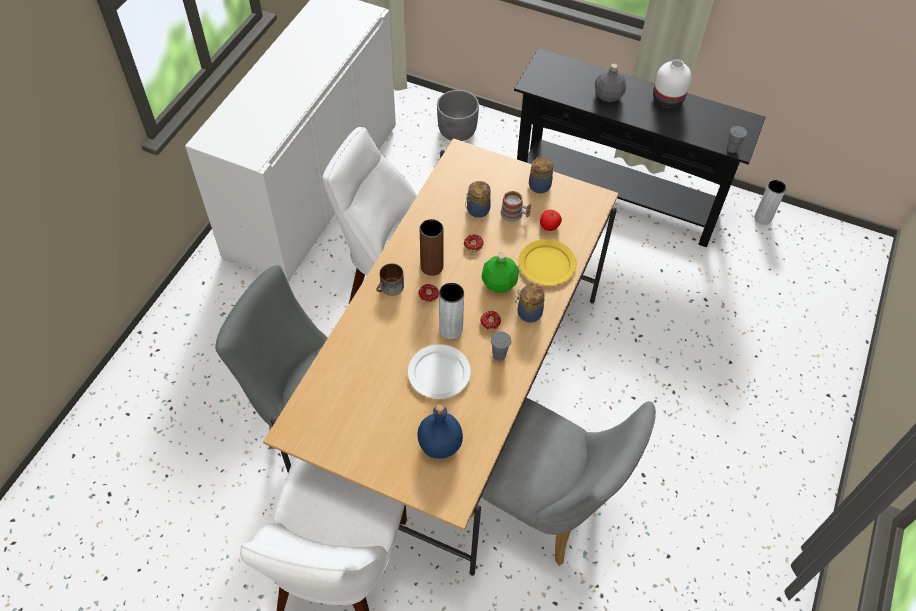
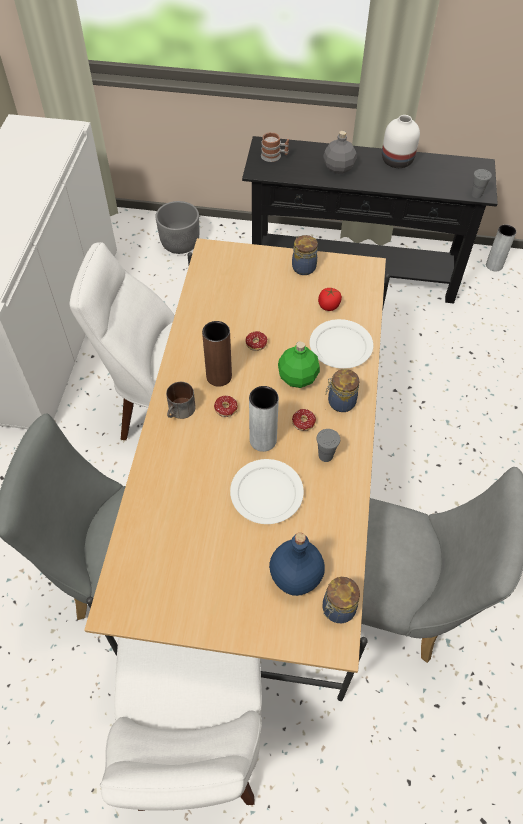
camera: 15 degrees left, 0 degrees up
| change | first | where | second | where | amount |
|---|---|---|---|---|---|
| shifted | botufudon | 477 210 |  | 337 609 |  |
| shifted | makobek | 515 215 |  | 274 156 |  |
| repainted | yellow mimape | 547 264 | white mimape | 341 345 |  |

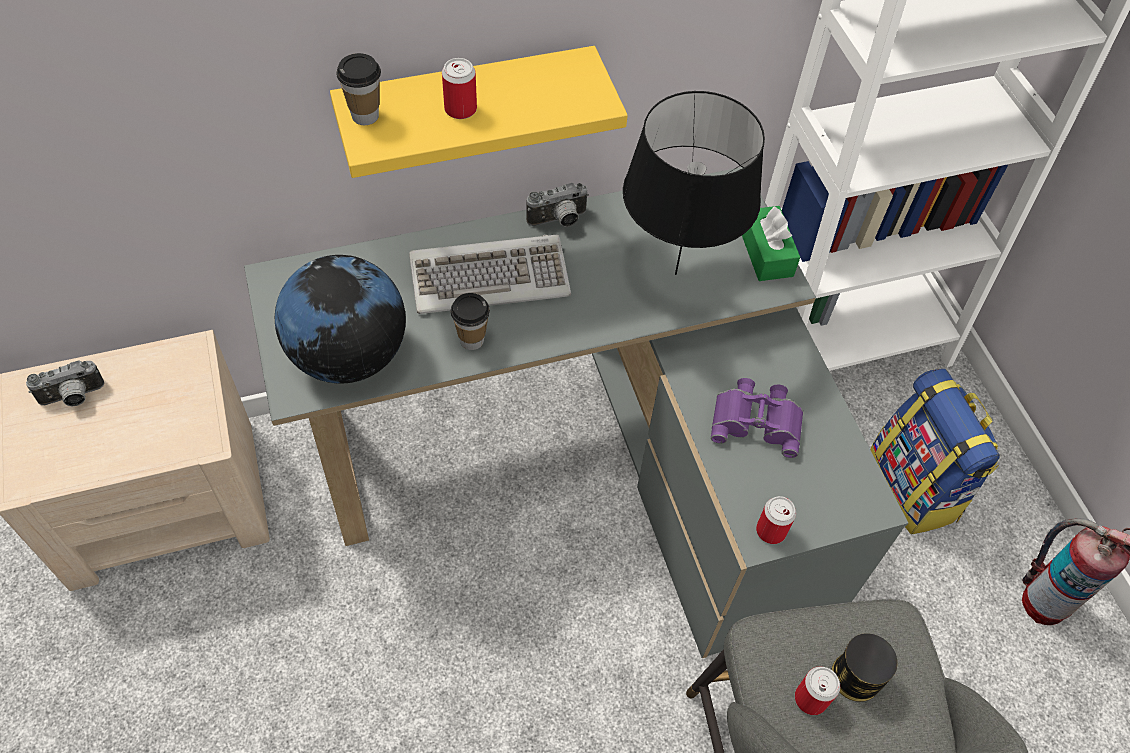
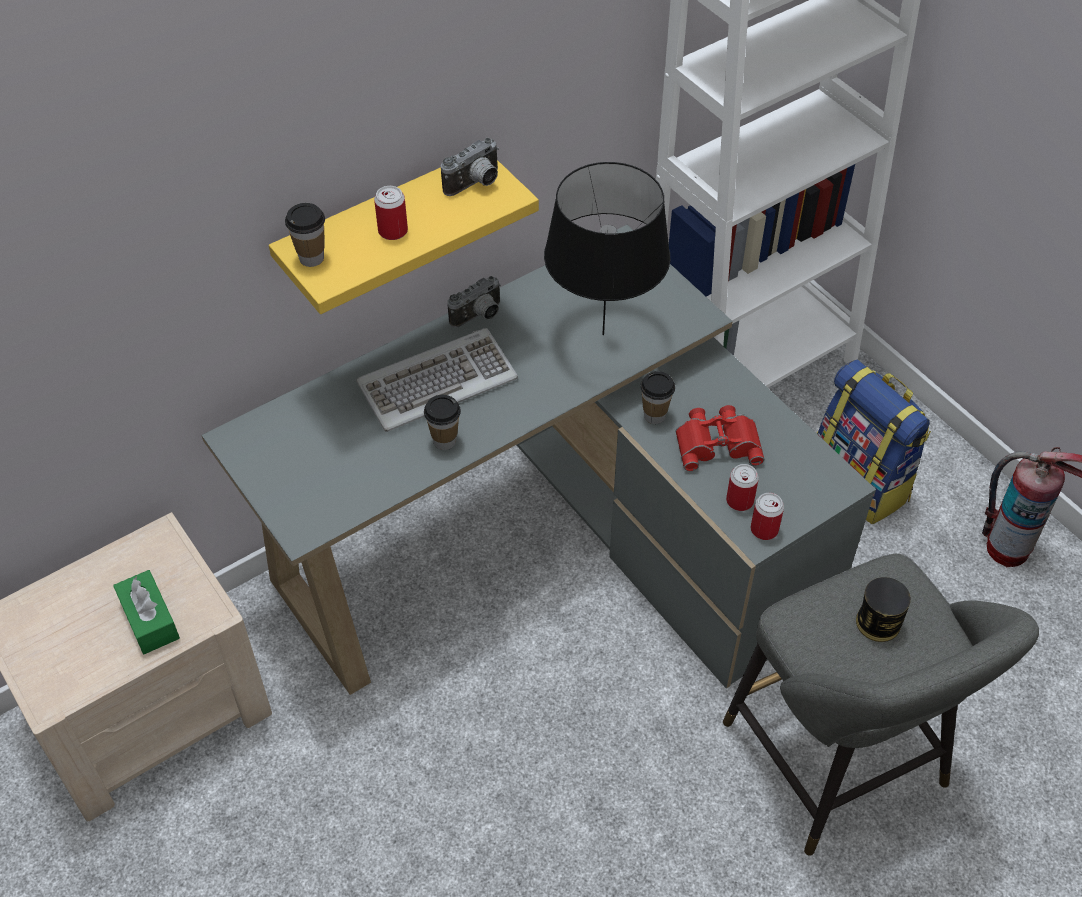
camera: 15 degrees left, 5 degrees down
| change | first | where | second | where | amount |
|---|---|---|---|---|---|
| shifted | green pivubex | 766 253 |  | 149 620 |  |
| gone | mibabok | 349 355 |  |  |  |
| shifted | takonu | 73 398 |  | 475 184 |  |
| repainted | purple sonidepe | 757 420 | red sonidepe | 717 442 |  |
| shifted | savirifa | 810 699 |  | 739 501 |  |
| new |  |  | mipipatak | 654 415 |  |

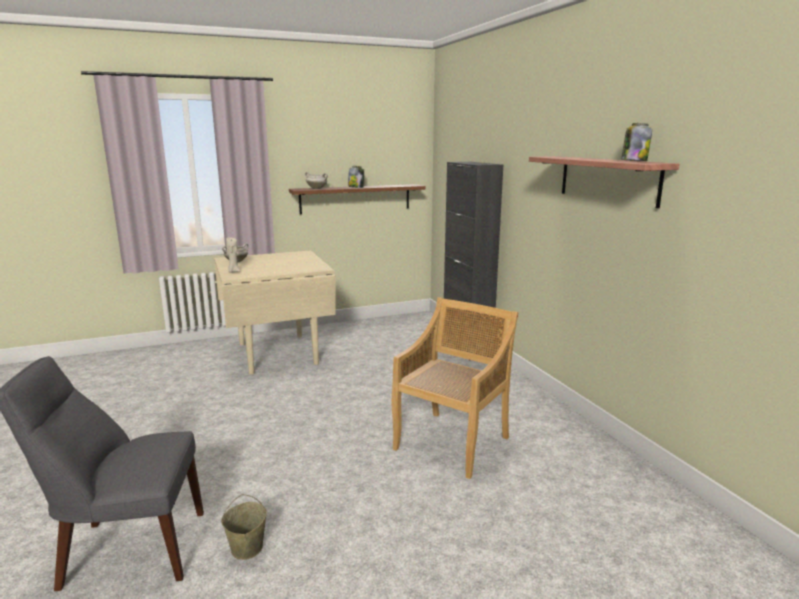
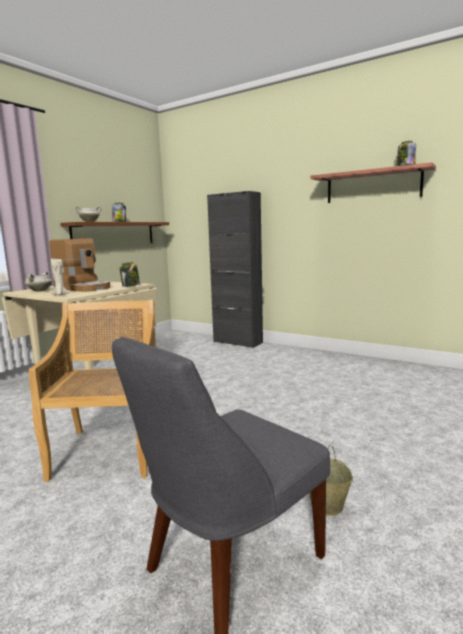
camera: 35 degrees left, 5 degrees down
| change | first | where | second | where | amount |
|---|---|---|---|---|---|
| shifted | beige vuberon | 452 442 |  | 110 451 |  |
| new |  |  | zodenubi | 83 288 |  |
| new |  |  | botufudon | 130 286 |  |

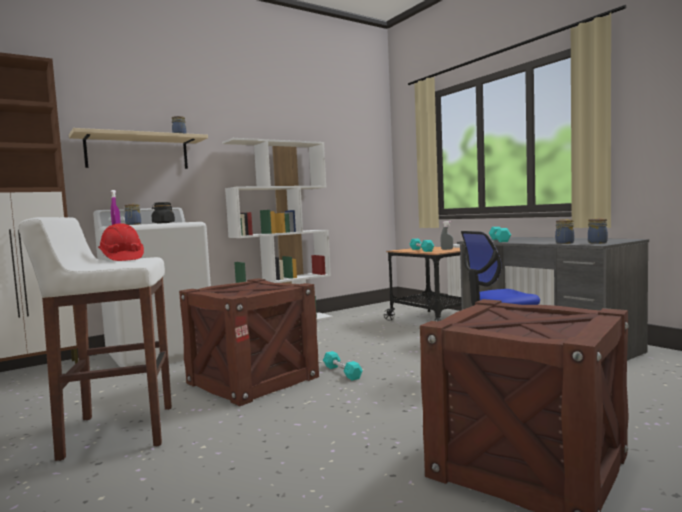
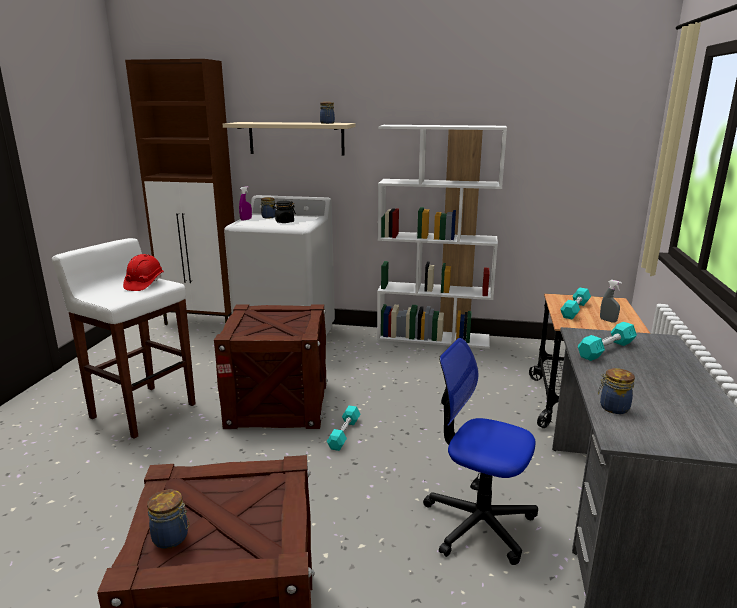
camera: 45 degrees right, 15 degrees up
| change | first | where | second | where | amount |
|---|---|---|---|---|---|
| shifted | botufudon | 598 242 |  | 172 538 |  |

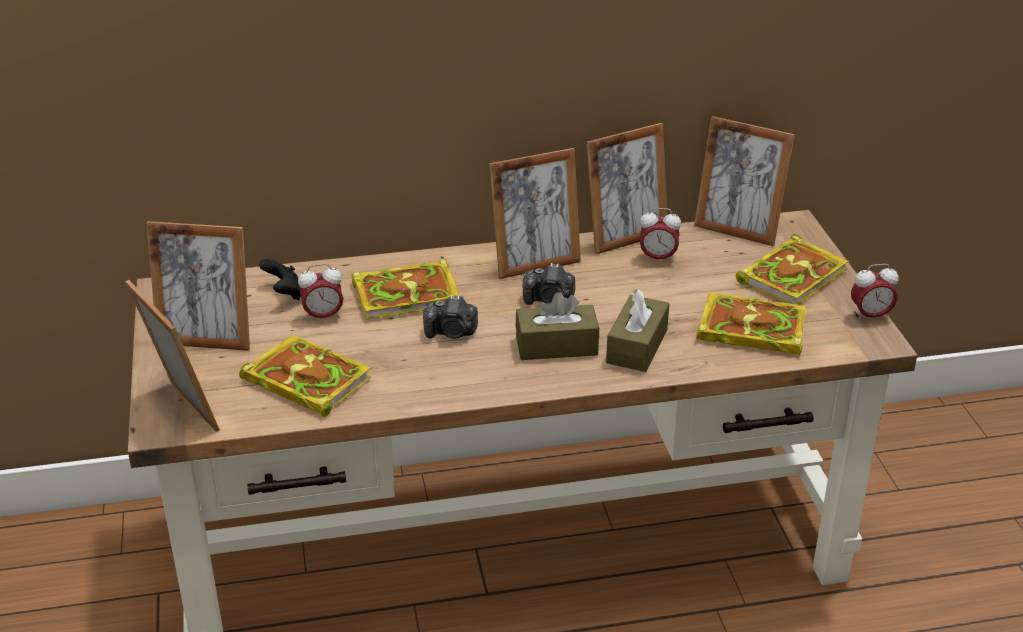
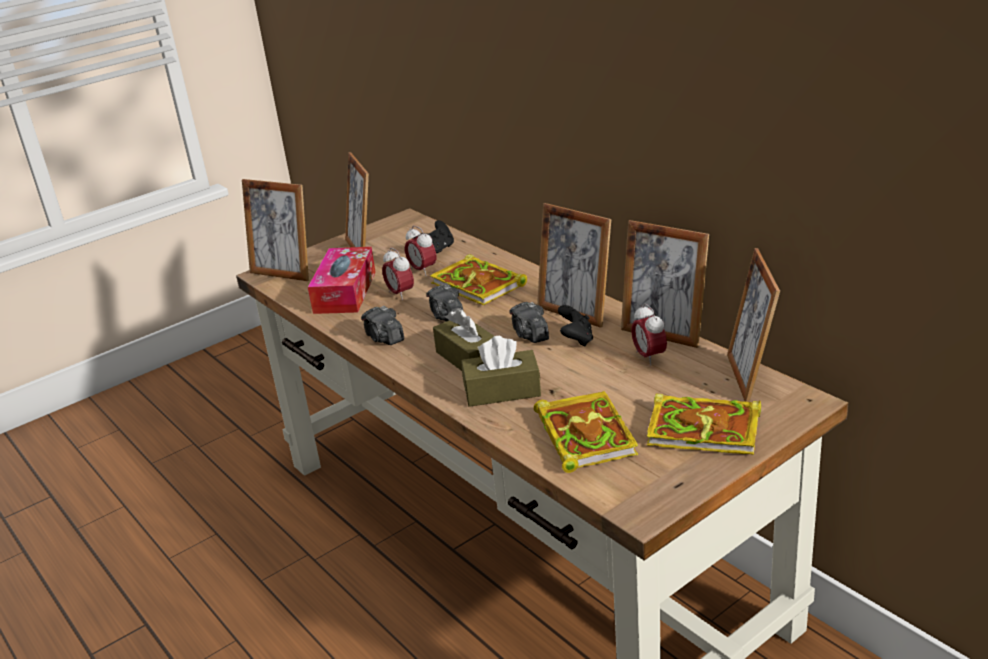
camera: 65 degrees right, 5 degrees down
| change | first | where | second | where | amount |
|---|---|---|---|---|---|
| shifted | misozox | 870 316 |  | 400 294 |  |
| rotated | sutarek | 182 411 |  | 284 272 | 90 degrees clockwise |
| swapped | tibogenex | 304 380 | pivubex | 345 292 |  |
| new |  |  | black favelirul | 576 339 |  |
| new |  |  | takonu | 384 338 |  |

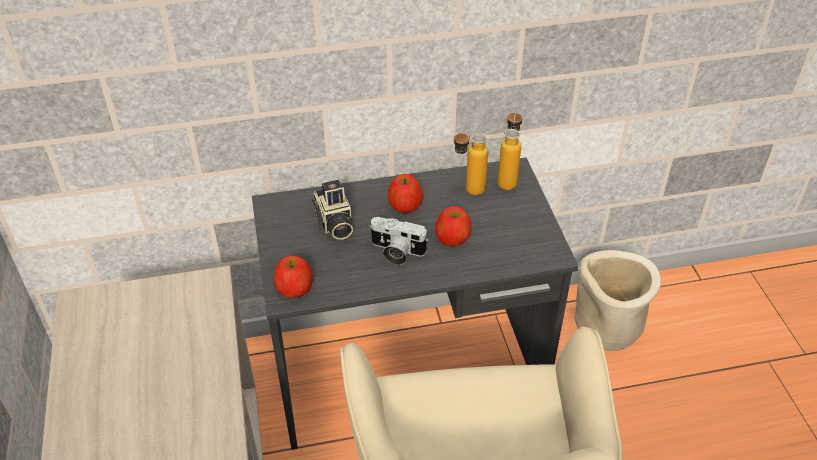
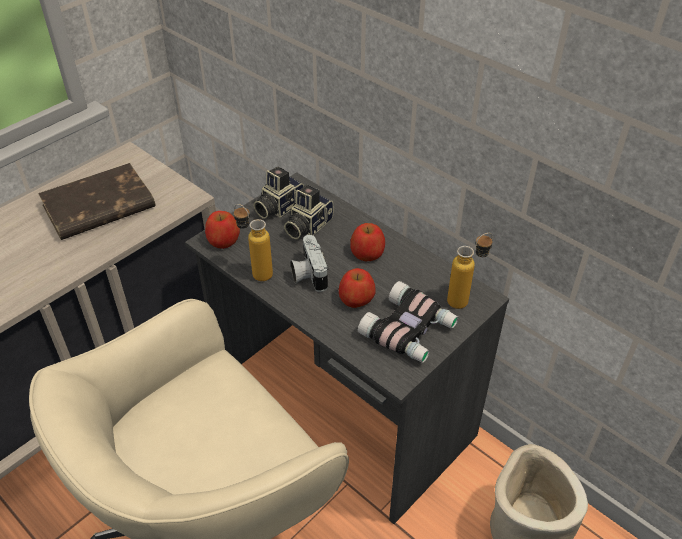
camera: 55 degrees right, 0 degrees up
| change | first | where | second | where | amount |
|---|---|---|---|---|---|
| shifted | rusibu | 467 191 |  | 256 271 |  |
| new |  |  | brown tibogenex | 98 207 |  |
| new |  |  | takonu | 278 207 |  |
| new |  |  | sonidepe | 410 331 |  |

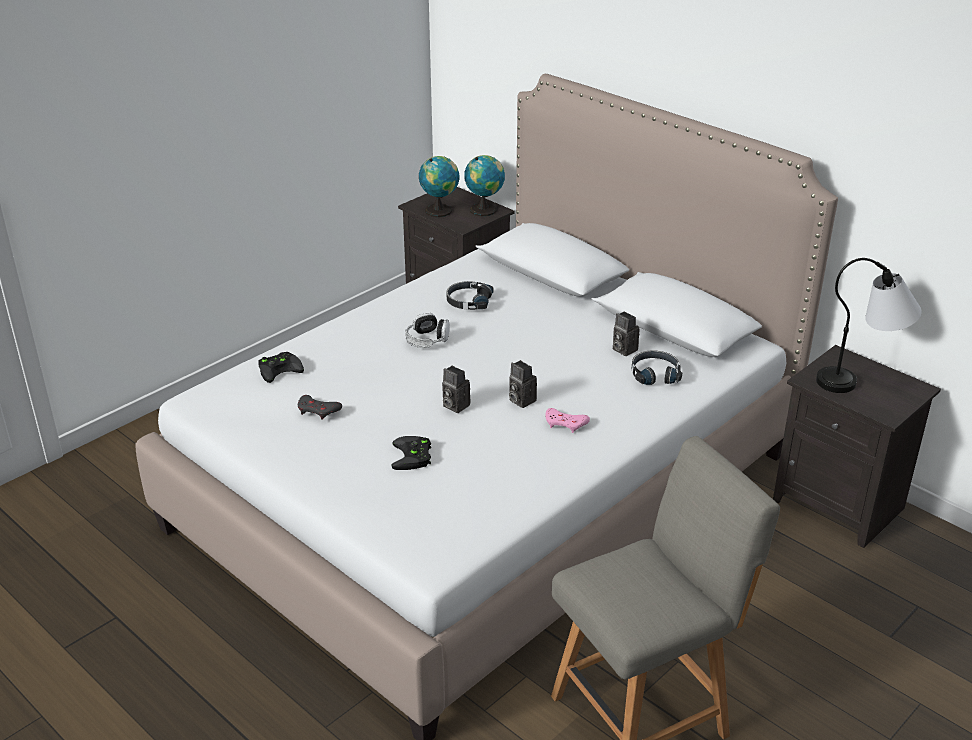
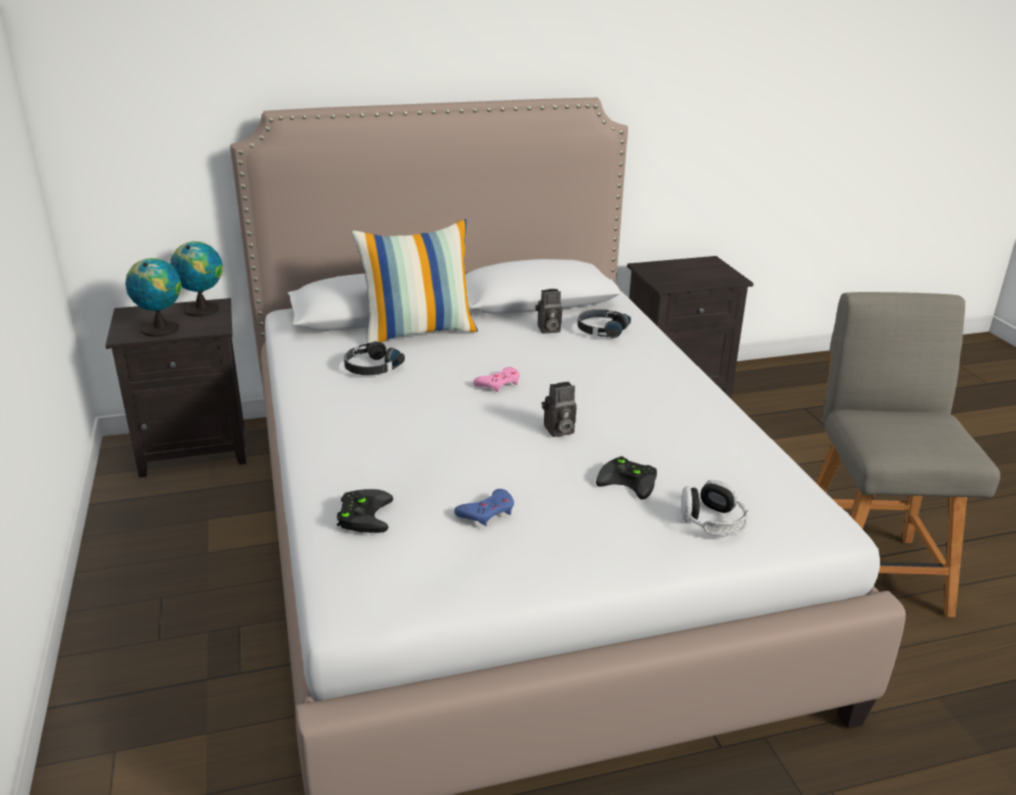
camera: 60 degrees left, 5 degrees down
| change | first | where | second | where | amount |
|---|---|---|---|---|---|
| gone | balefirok | 862 380 |  |  |  |
| shifted | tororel | 427 340 |  | 712 521 |  |
| gone | takonu | 520 400 |  |  |  |
| repainted | grey favelirul | 318 410 | blue favelirul | 487 512 |  |
| shifted | pink favelirul | 565 423 |  | 499 383 |  |
| new |  |  | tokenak | 418 332 |  |

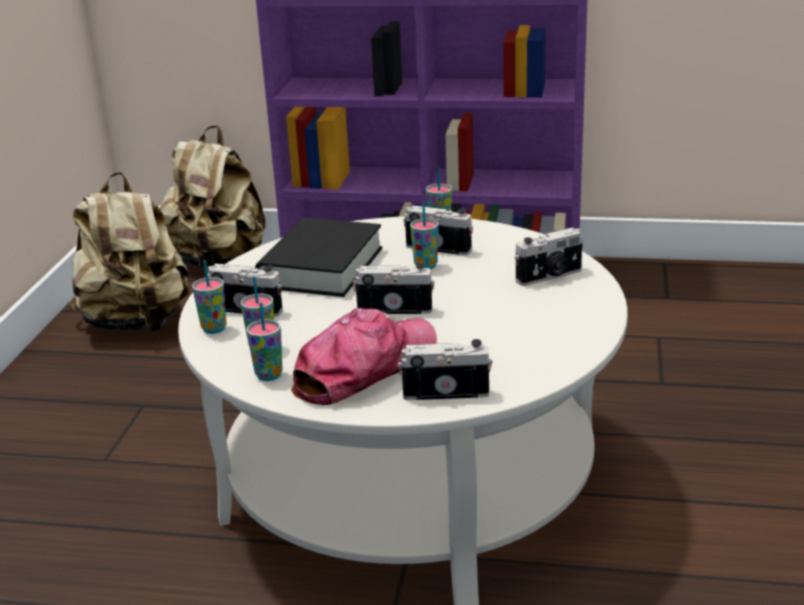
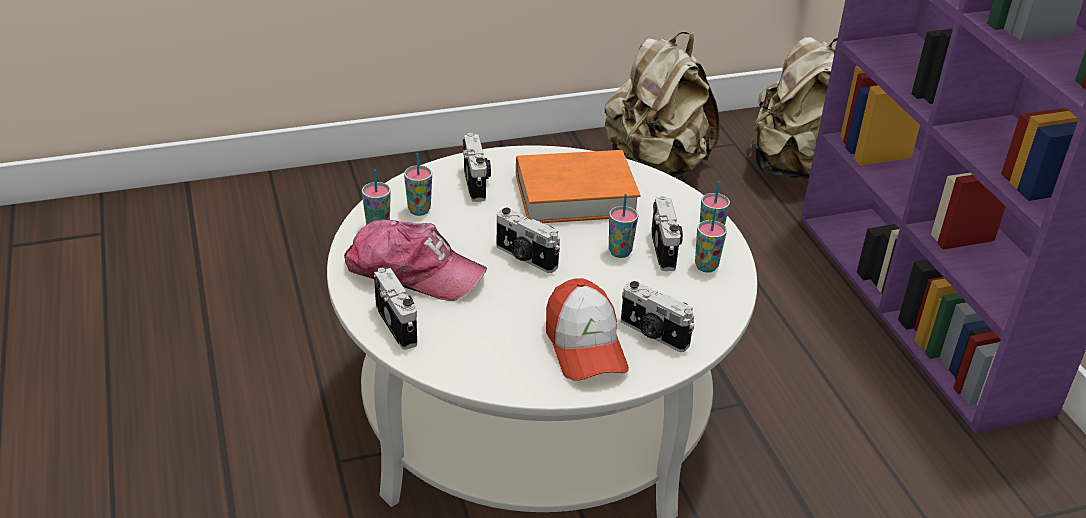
camera: 60 degrees right, 10 degrees up
| change | first | where | second | where | amount |
|---|---|---|---|---|---|
| repainted | black tibogenex | 321 267 | orange tibogenex | 575 195 |  |
| shifted | mipipatak | 214 329 |  | 706 266 |  |
| rotated | takonu | 395 308 |  | 525 258 | 150 degrees clockwise |
| new |  |  | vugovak | 585 346 |  |

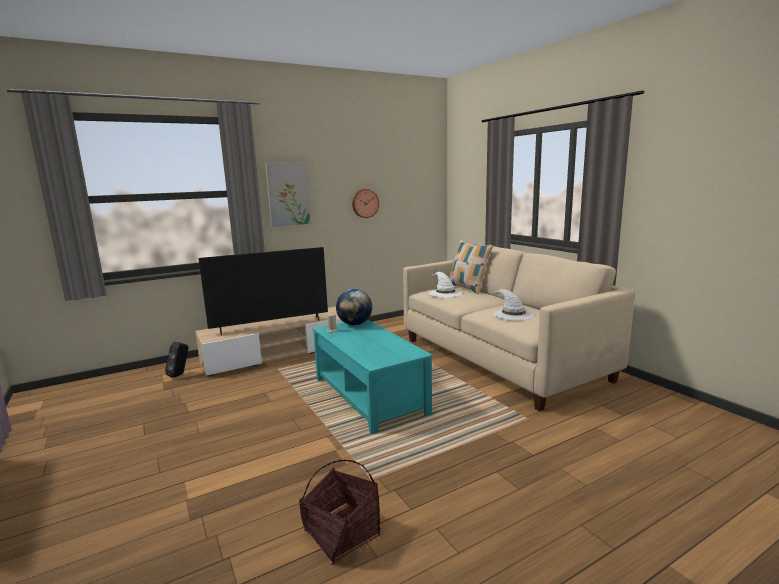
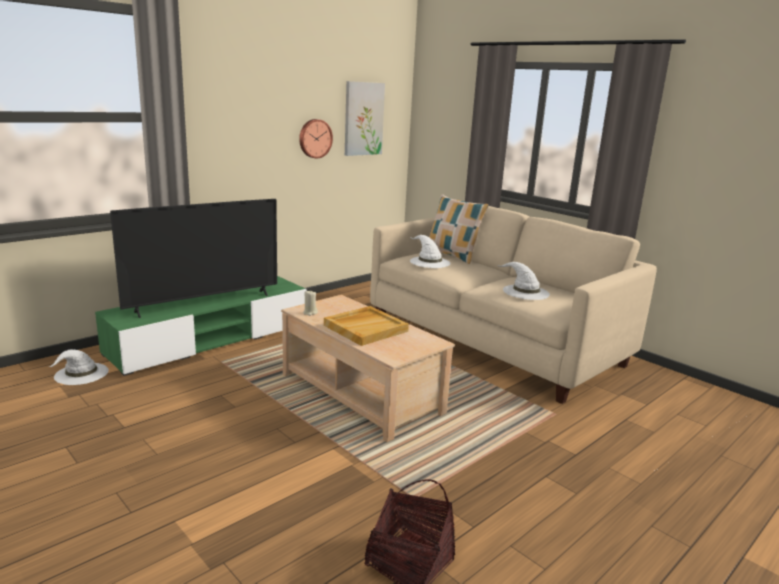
camera: 15 degrees left, 5 degrees up
| change | first | where | second | where | amount |
|---|---|---|---|---|---|
| shifted | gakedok | 288 194 |  | 363 119 |  |
| gone | mibabok | 355 324 |  |  |  |
| repainted | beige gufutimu | 279 353 | green gufutimu | 211 339 |  |
| repainted | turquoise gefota | 370 396 | beige gefota | 362 393 |  |
| swapped | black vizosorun | 180 374 | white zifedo | 81 374 |  |
| new |  |  | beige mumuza | 365 328 |  |

